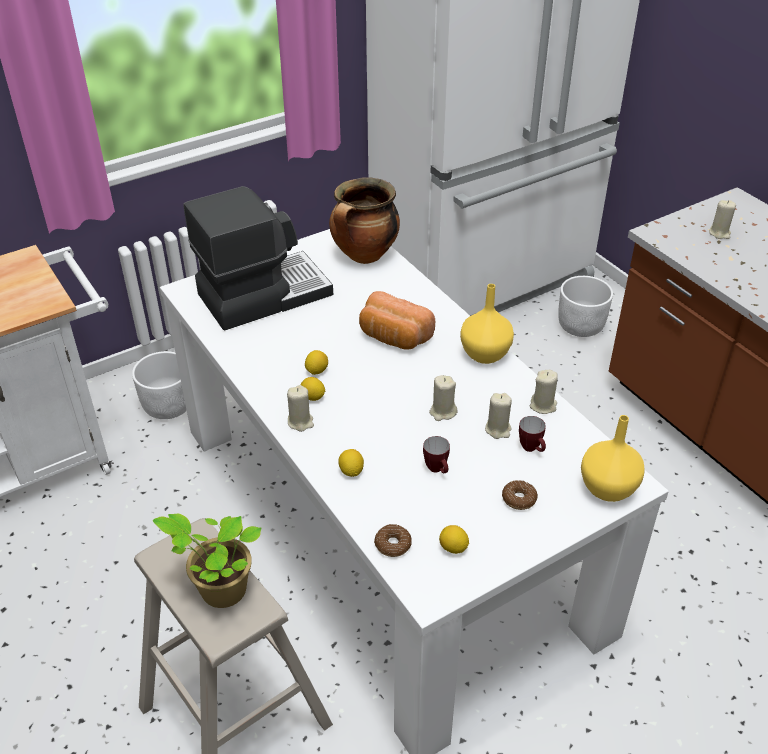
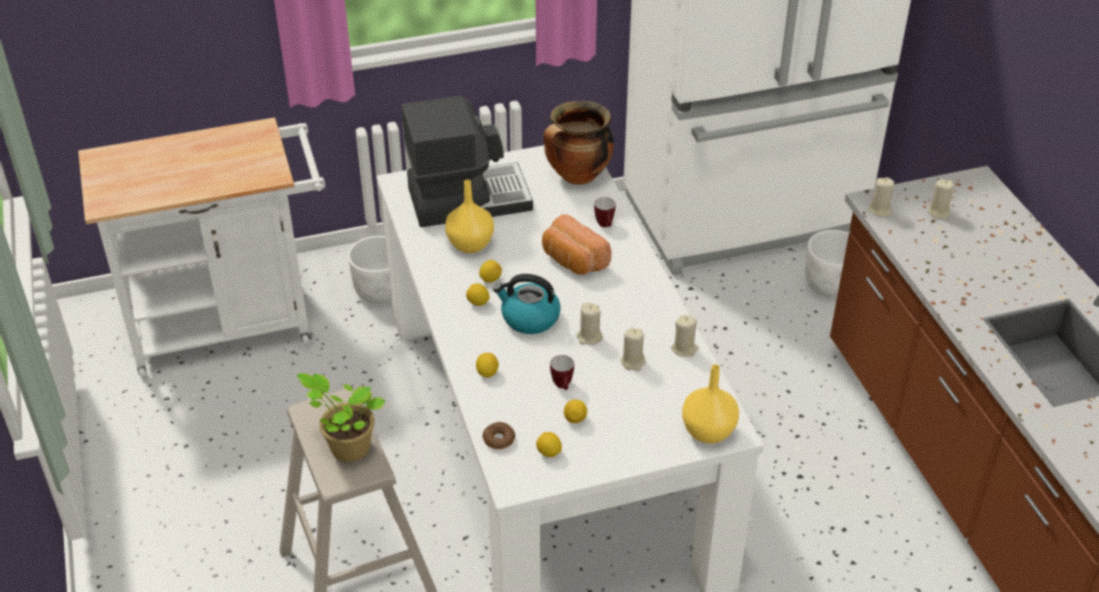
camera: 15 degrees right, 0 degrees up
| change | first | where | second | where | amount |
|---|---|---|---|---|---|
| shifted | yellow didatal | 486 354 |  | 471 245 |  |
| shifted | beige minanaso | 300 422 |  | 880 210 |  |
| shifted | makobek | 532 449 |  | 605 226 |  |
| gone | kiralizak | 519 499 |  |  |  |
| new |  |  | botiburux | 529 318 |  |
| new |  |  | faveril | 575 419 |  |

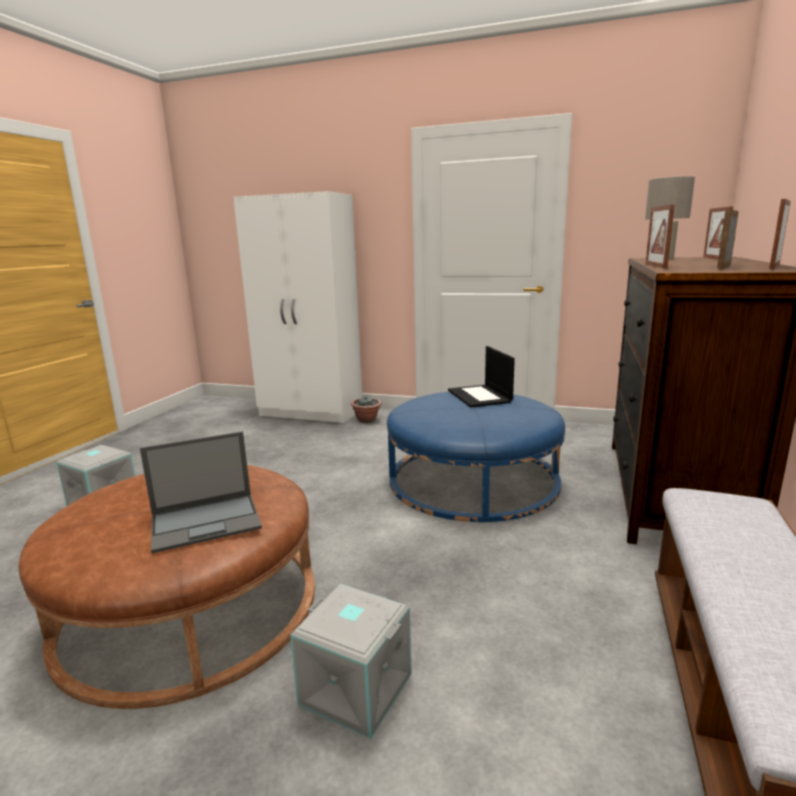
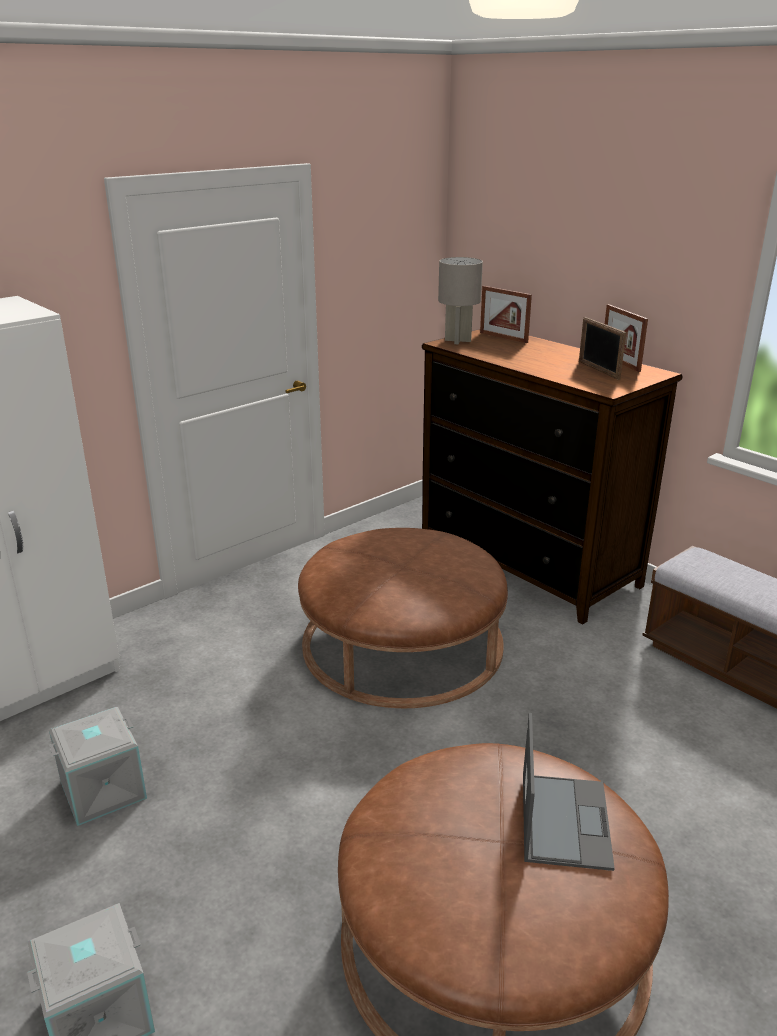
camera: 60 degrees left, 10 degrees up
| change | first | where | second | where | amount |
|---|---|---|---|---|---|
| gone | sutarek | 655 266 |  |  |  |
| gone | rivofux | 480 396 |  |  |  |
| repainted | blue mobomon | 473 479 | brown mobomon | 402 643 |  |
| gone | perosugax | 367 420 |  |  |  |
| shifted | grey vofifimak | 354 690 |  | 103 791 |  |

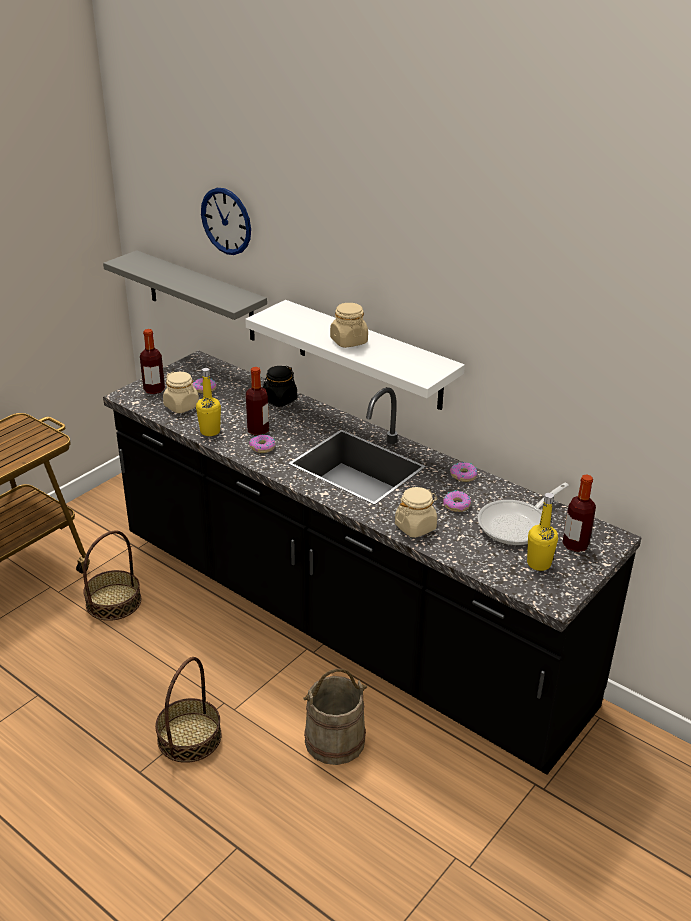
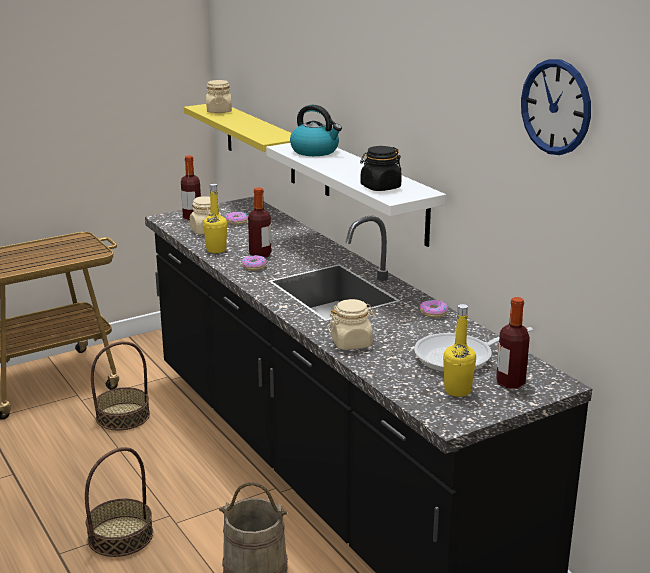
camera: 20 degrees right, 10 degrees down
| change | first | where | second | where | amount |
|---|---|---|---|---|---|
| shifted | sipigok | 226 221 |  | 556 107 |  |
| repainted | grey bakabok | 200 296 | yellow bakabok | 259 142 |  |
| shifted | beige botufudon | 348 341 |  | 219 111 |  |
| shifted | black botufudon | 279 400 |  | 380 187 |  |
| gone | kiralizak | 457 505 |  |  |  |
| new |  |  | botiburux | 315 151 |  |

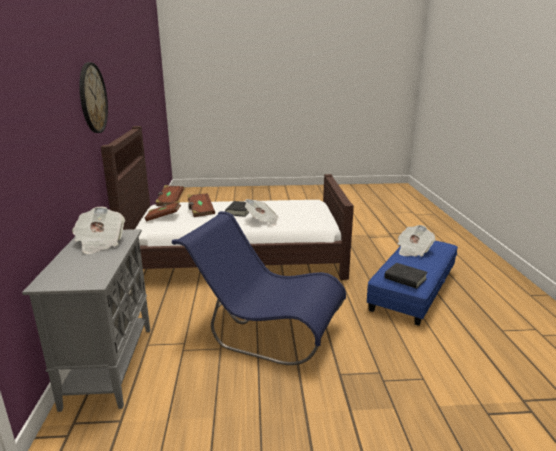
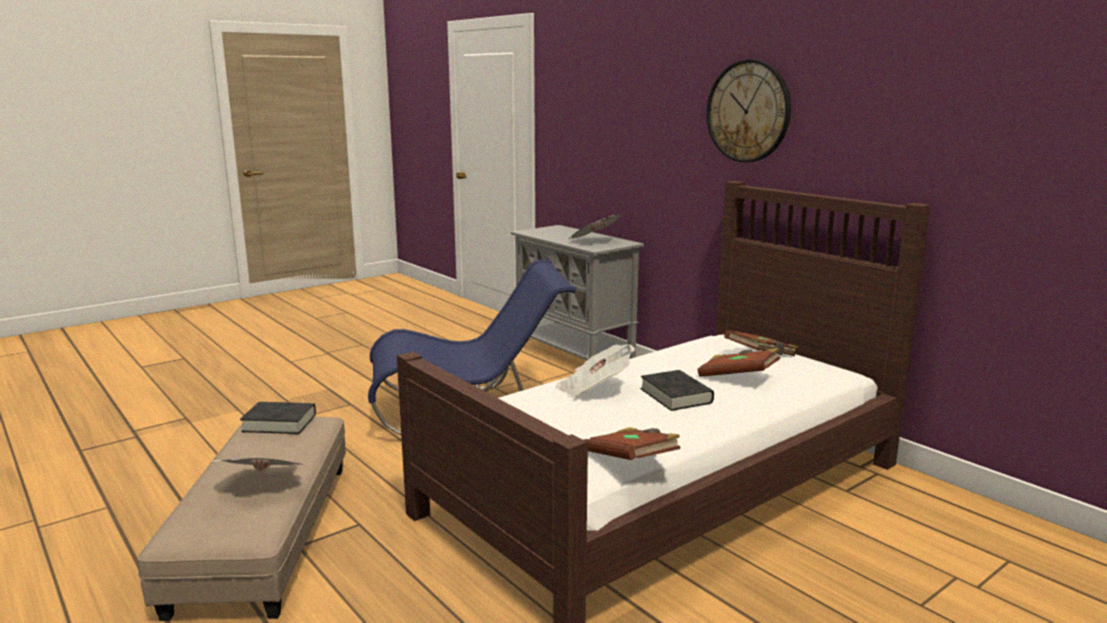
camera: 145 degrees right, 5 degrees down
| change | first | where | second | where | amount |
|---|---|---|---|---|---|
| shifted | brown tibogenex | 169 202 |  | 631 461 |  |
| repainted | blue mobomon | 413 289 | beige mobomon | 264 534 |  |

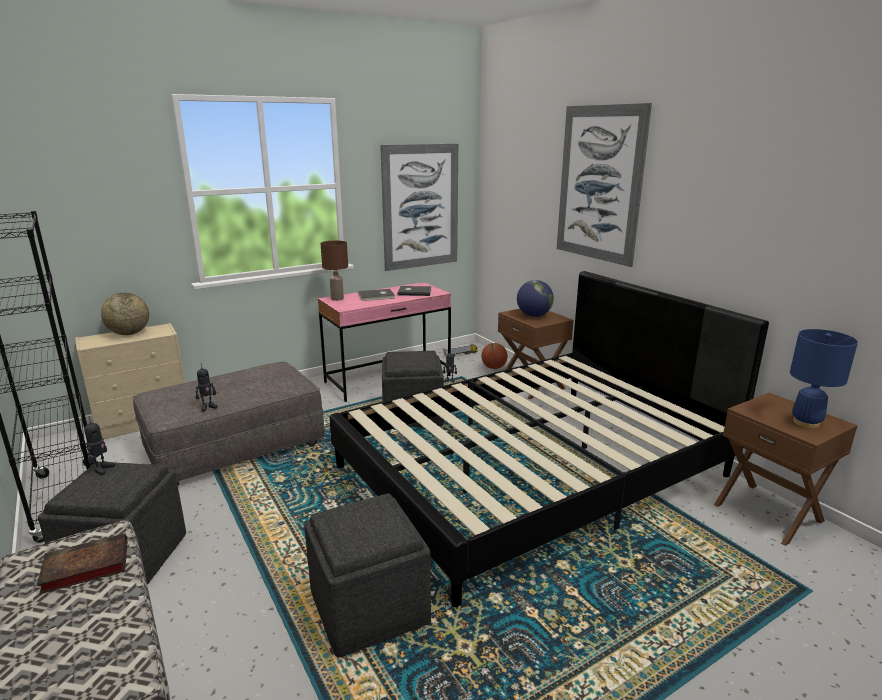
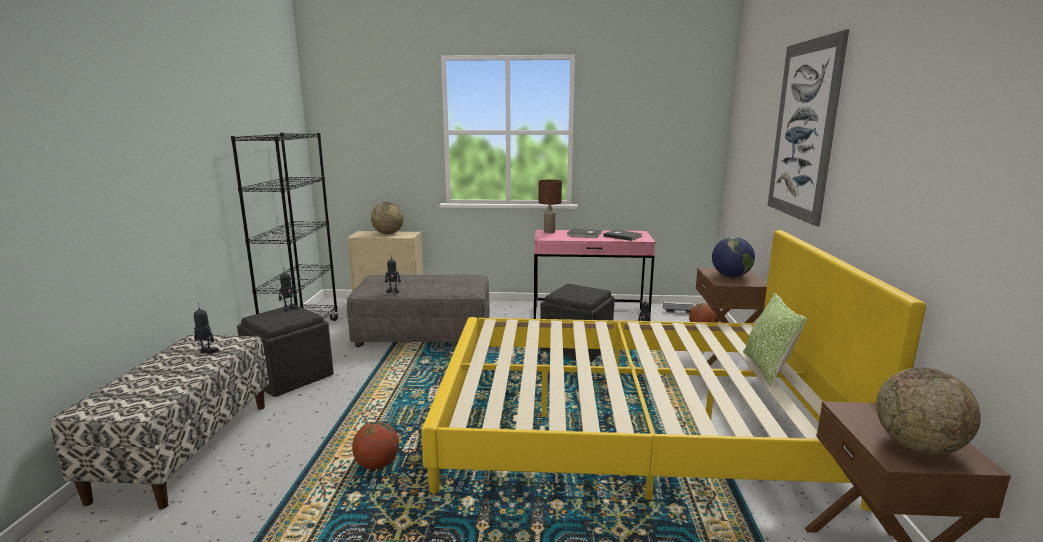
camera: 35 degrees right, 5 degrees down
| change | first | where | second | where | amount |
|---|---|---|---|---|---|
| gone | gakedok | 420 207 |  |  |  |
| repainted | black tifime | 533 471 | yellow tifime | 629 423 |  |
| swapped | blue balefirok | 806 423 | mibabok | 918 446 |  |
| swapped | grey mobomon | 370 607 | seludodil | 377 465 |  |
| swapped | tibogenex | 83 568 | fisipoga | 207 352 |  |
| new |  |  | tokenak | 767 368 |  |

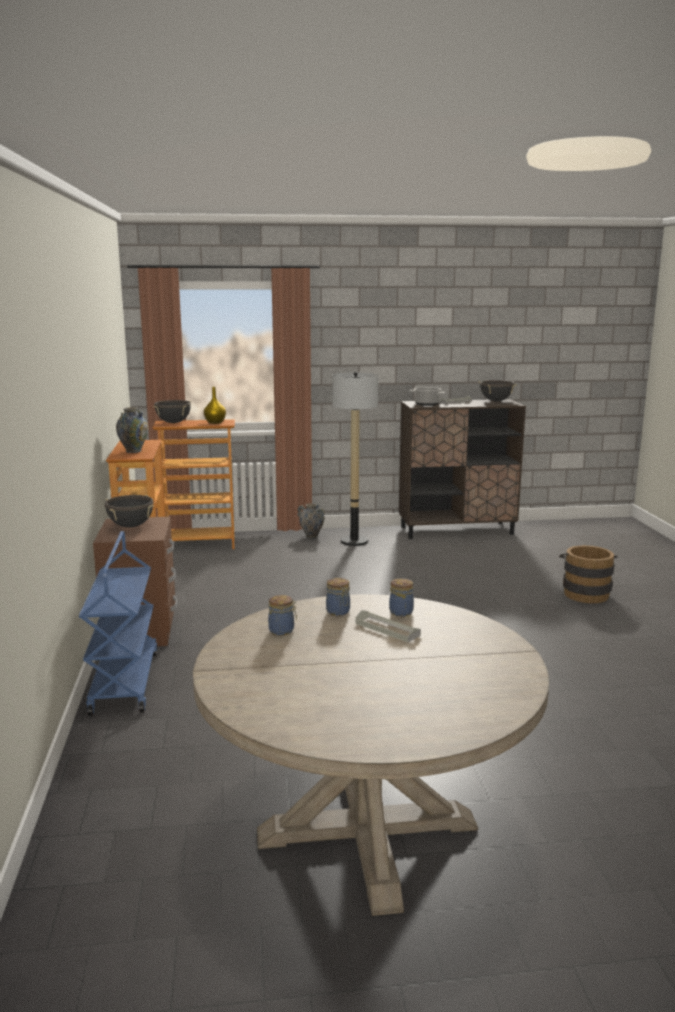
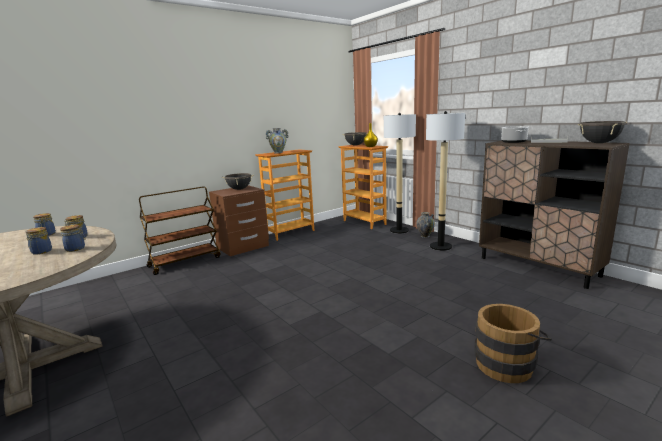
camera: 60 degrees right, 0 degrees up
| change | first | where | second | where | amount |
|---|---|---|---|---|---|
| repainted | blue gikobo | 124 681 | brown gikobo | 185 261 |  |
| swapped | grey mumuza | 387 629 | botufudon | 41 252 |  |
| new |  |  | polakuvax | 399 230 |  |

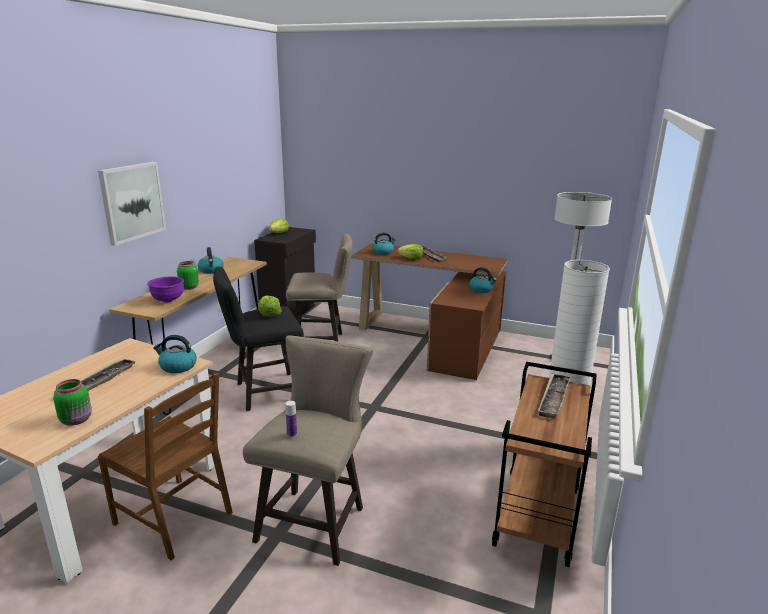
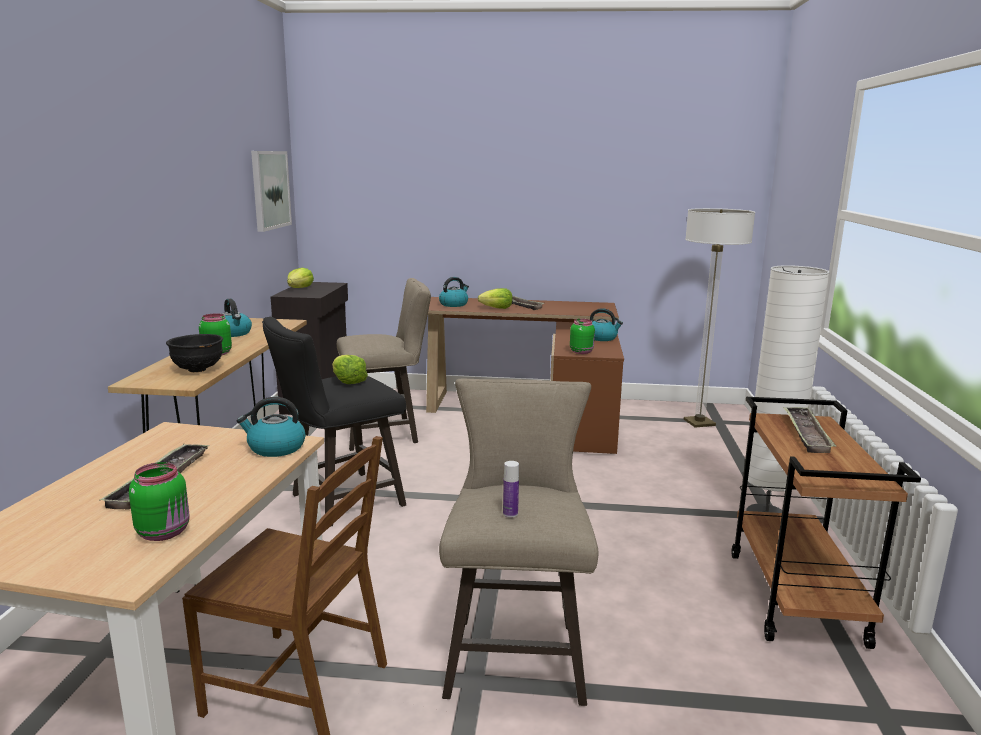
camera: 15 degrees left, 5 degrees down
| change | first | where | second | where | amount |
|---|---|---|---|---|---|
| shifted | gakedok | 132 202 |  | 270 190 |  |
| repainted | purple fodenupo | 168 300 | black fodenupo | 198 370 |  |
| new |  |  | green botufudon | 581 352 |  |

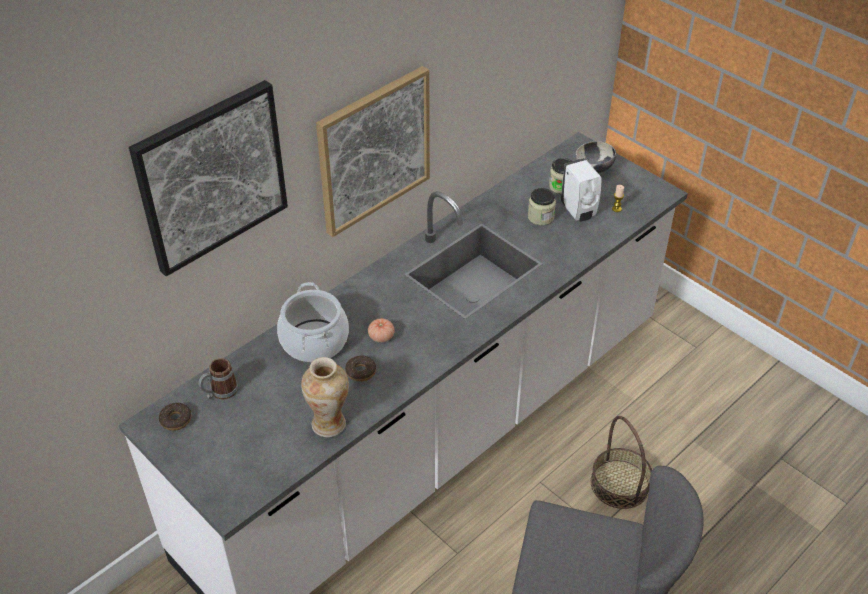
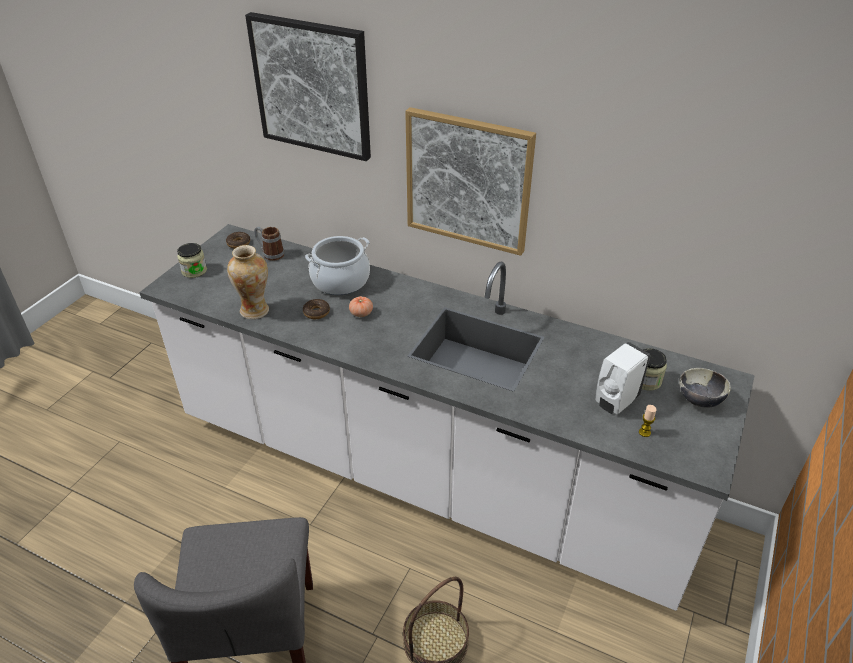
camera: 70 degrees right, 5 degrees down
| change | first | where | second | where | amount |
|---|---|---|---|---|---|
| shifted | botufudon | 540 217 |  | 194 271 |  |

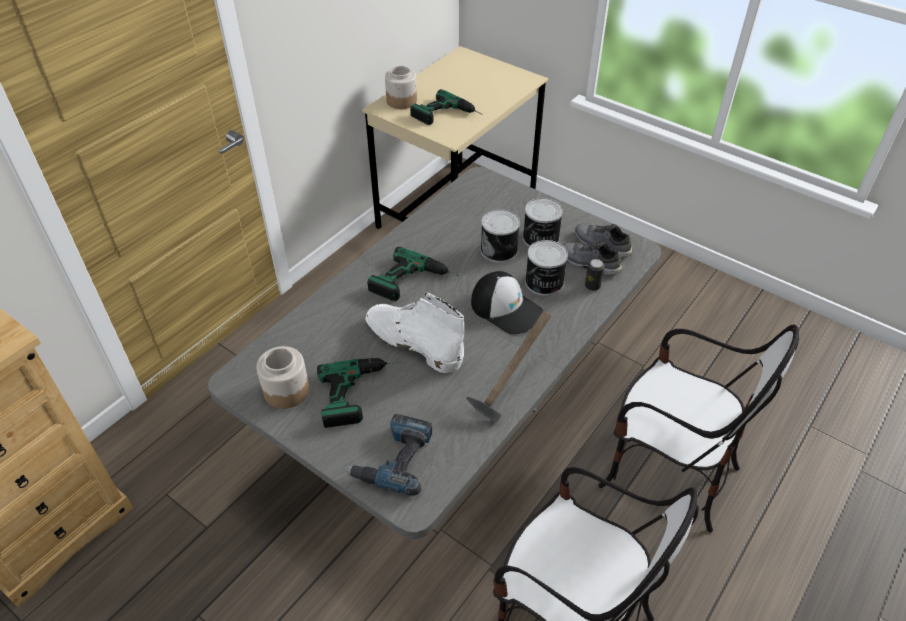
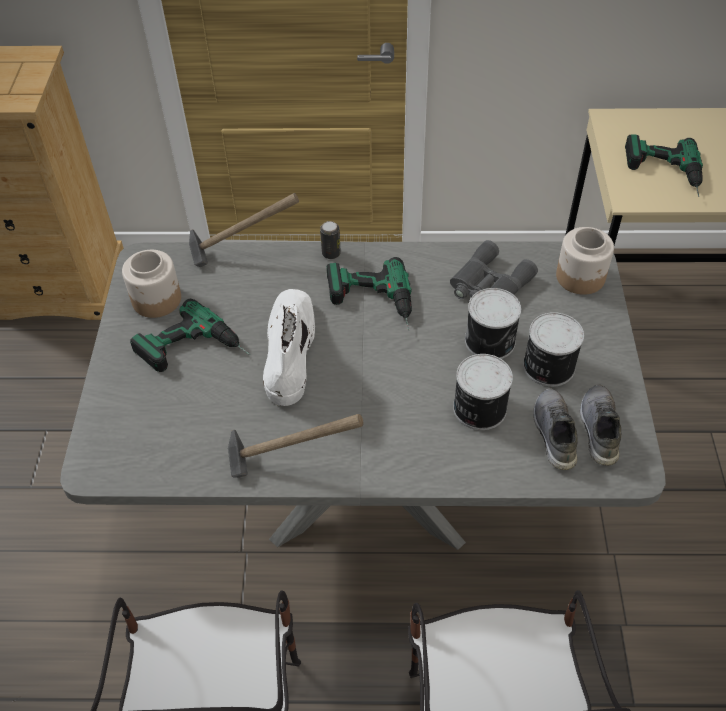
camera: 55 degrees right, 5 degrees up
| change | first | where | second | where | amount |
|---|---|---|---|---|---|
| shifted | botufudon | 402 101 |  | 581 277 |  |
| shifted | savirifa | 592 286 |  | 331 253 |  |
| gone | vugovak | 507 308 |  |  |  |
| gone | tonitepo | 393 458 |  |  |  |
| new |  |  | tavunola | 242 253 |  |
| new |  |  | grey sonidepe | 488 285 |  |

